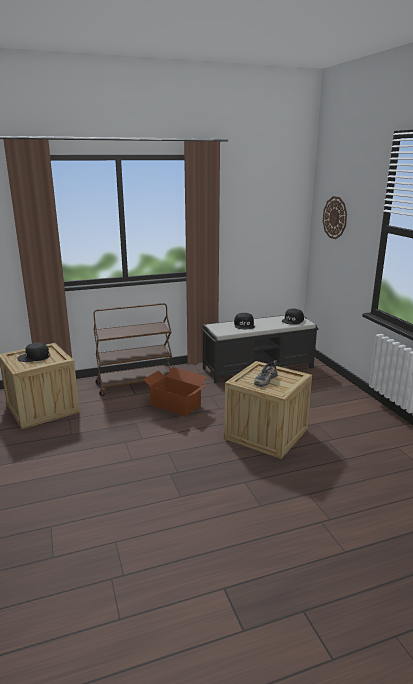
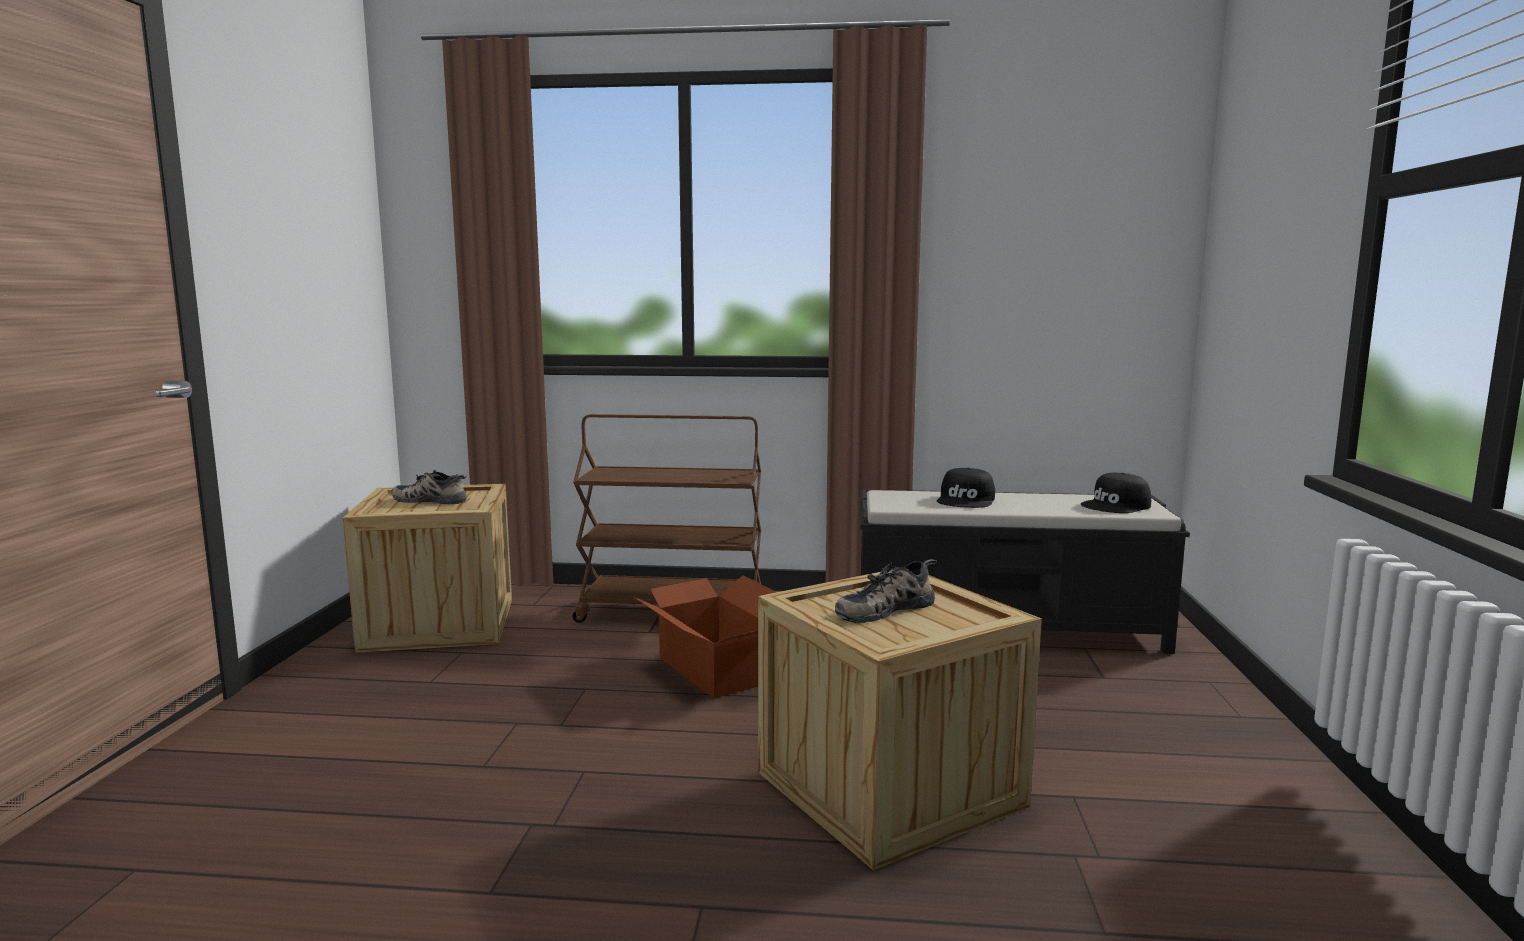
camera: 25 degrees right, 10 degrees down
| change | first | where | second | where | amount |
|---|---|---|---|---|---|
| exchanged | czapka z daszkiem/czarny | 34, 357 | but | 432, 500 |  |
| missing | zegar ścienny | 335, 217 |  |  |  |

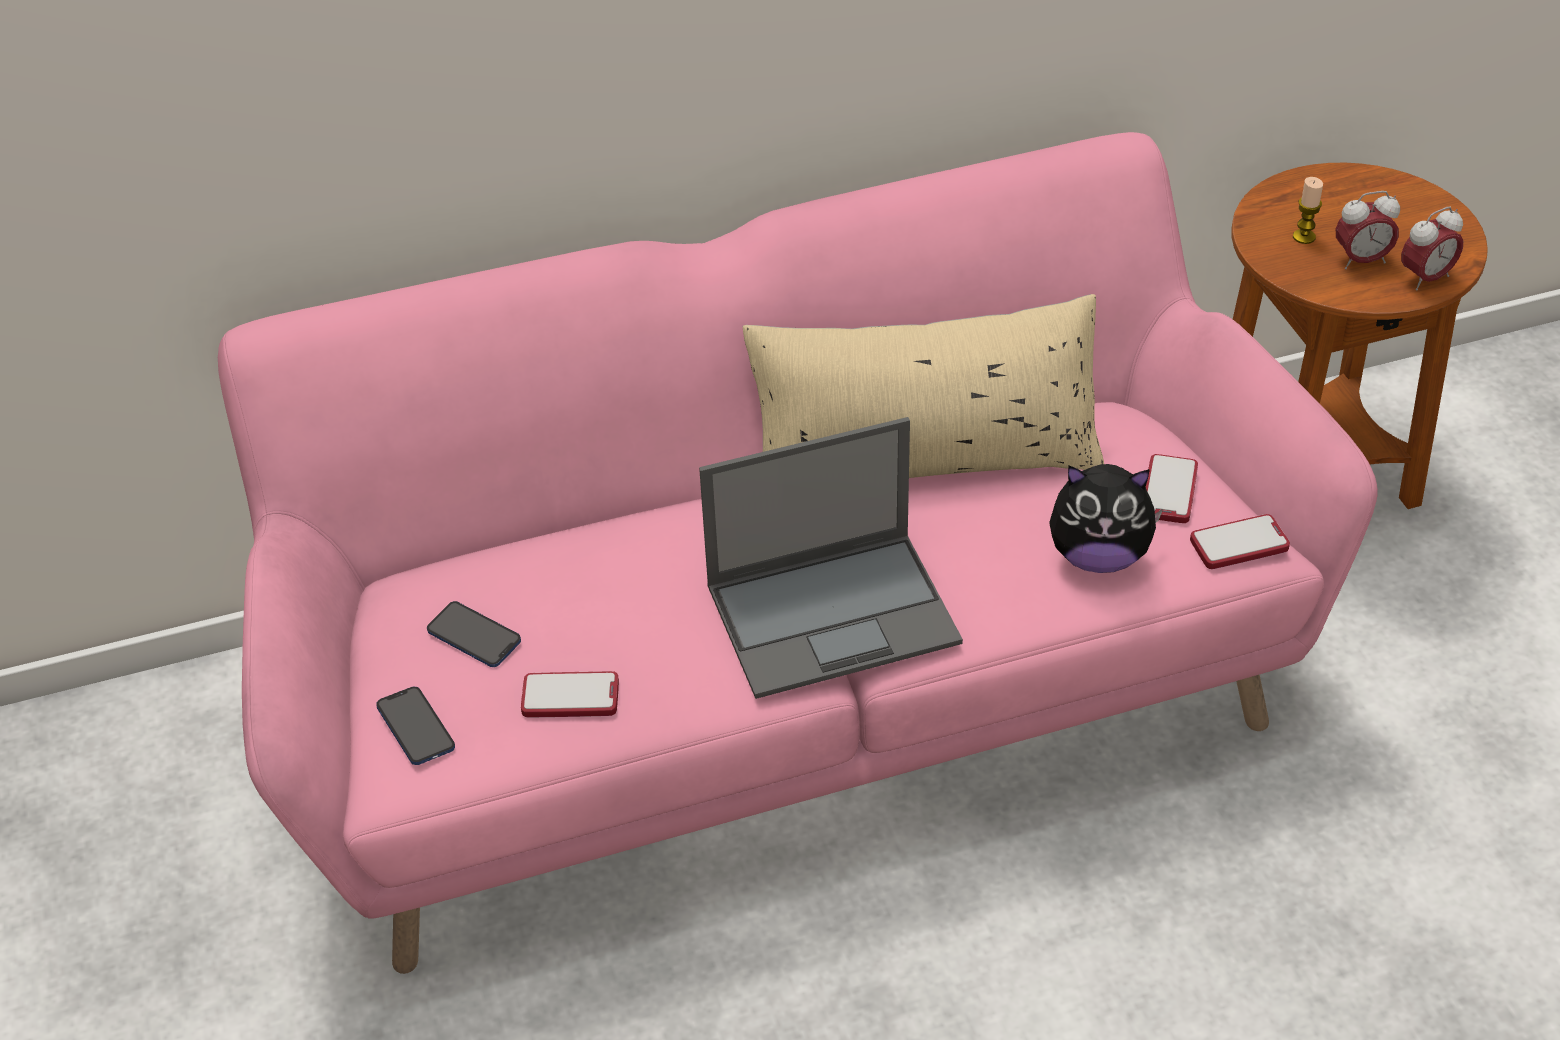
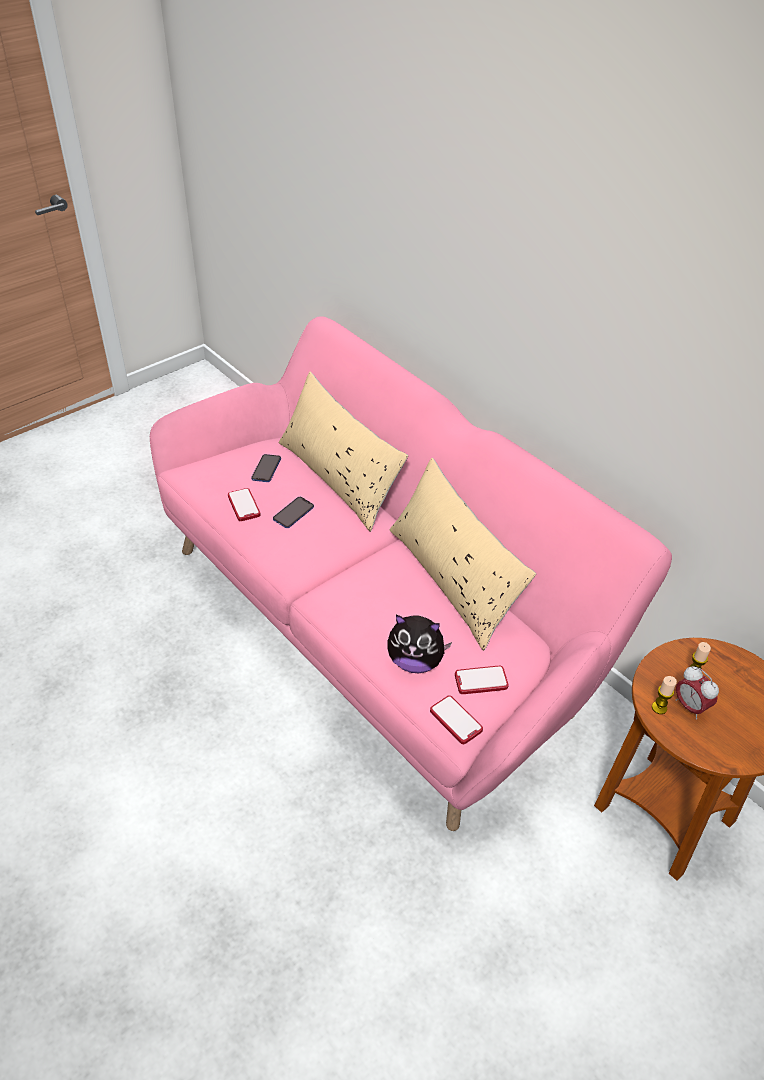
camera: 65 degrees right, 0 degrees up
| change | first | where | second | where | amount |
|---|---|---|---|---|---|
| relocated | telefon | 416, 727 |  | 293, 513 |  |
| appeared |  |  | poduszka/beżowy | 339, 477 |  |
| spun | pluszak | 1098, 556 |  | 415, 661 | 60 degrees counterclockwise |
| appeared |  |  | świeca | 659, 708 |  |
| missing | laptop | 835, 613 |  |  |  |
| missing | budzik | 1425, 278 |  |  |  |

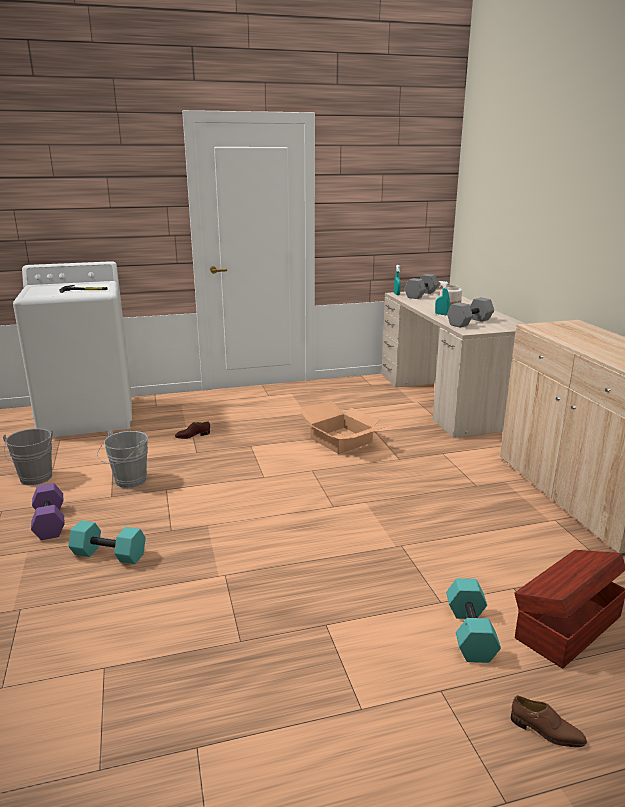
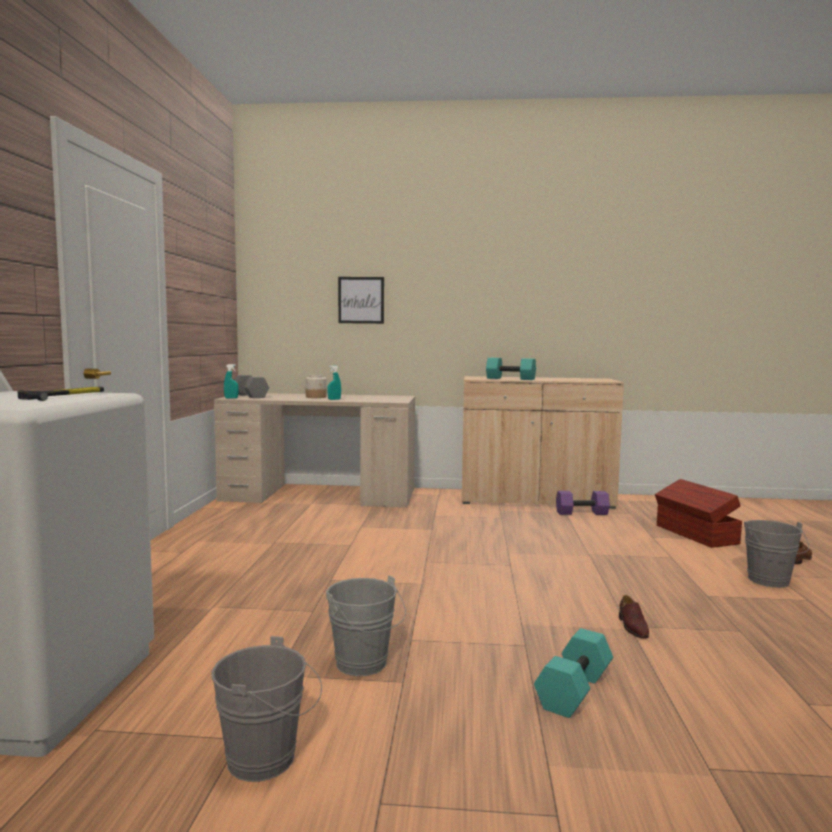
camera: 70 degrees left, 15 degrees down
| change | first | where | second | where | amount |
|---|---|---|---|---|---|
| appeared |  |  | obraz | 361, 300 |  |
| relocated | hantel/turkusowy | 468, 632 |  | 510, 379 |  |
| relocated | hantel/fioletowy | 51, 522 |  | 582, 513 |  |
| relocated | but/brązowy | 192, 435 |  | 632, 627 |  |
| appeared |  |  | wiadro/szary | 771, 582 |  |
| missing | karton | 342, 440 |  |  |  |
| missing | hantel/szary | 470, 322 |  |  |  |

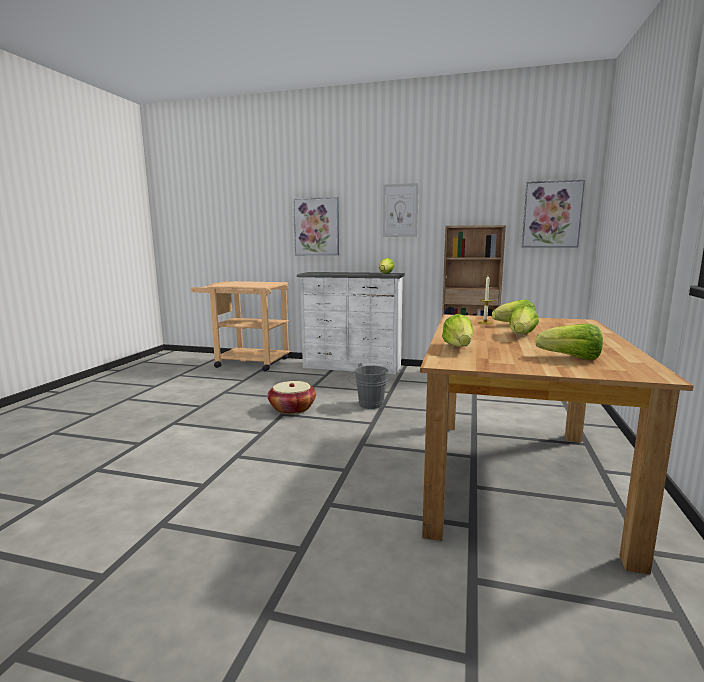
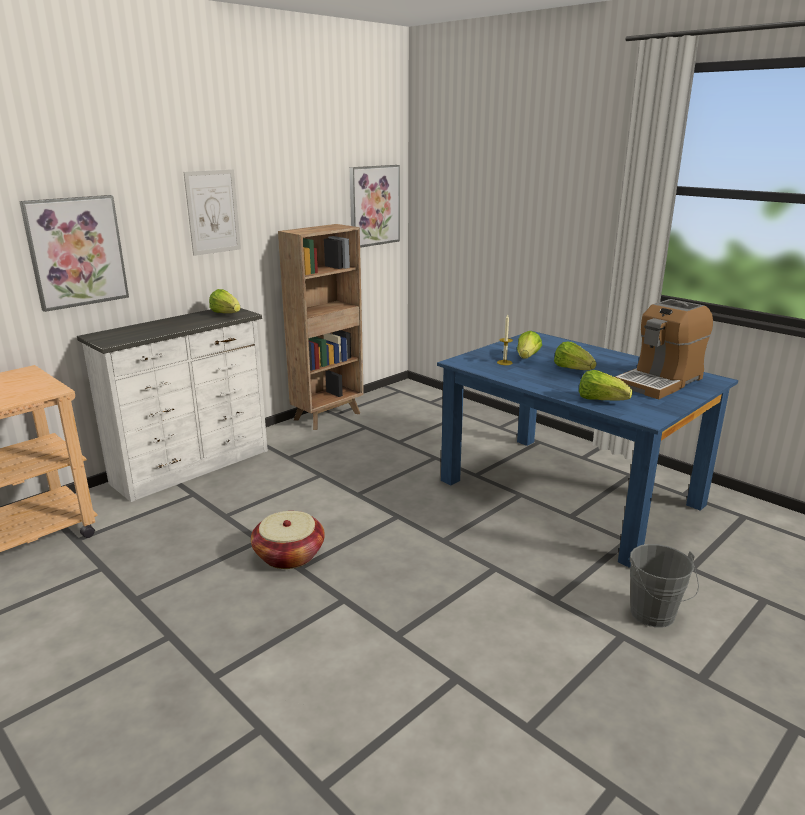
camera: 60 degrees left, 10 degrees up
| change | first | where | second | where | amount |
|---|---|---|---|---|---|
| colour | stół jadalny/brązowy | 518, 478 | stół jadalny/niebieski | 571, 492 |  |
| exchanged | sałata | 571, 358 | ekspres do kawy | 659, 382 |  |
| relocated | wiadro/szary | 369, 405 |  | 654, 616 |  |

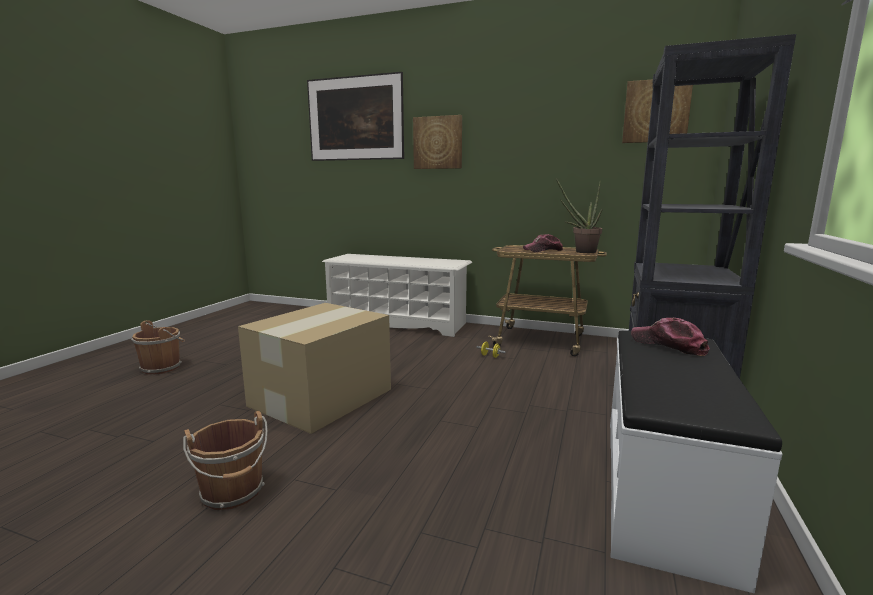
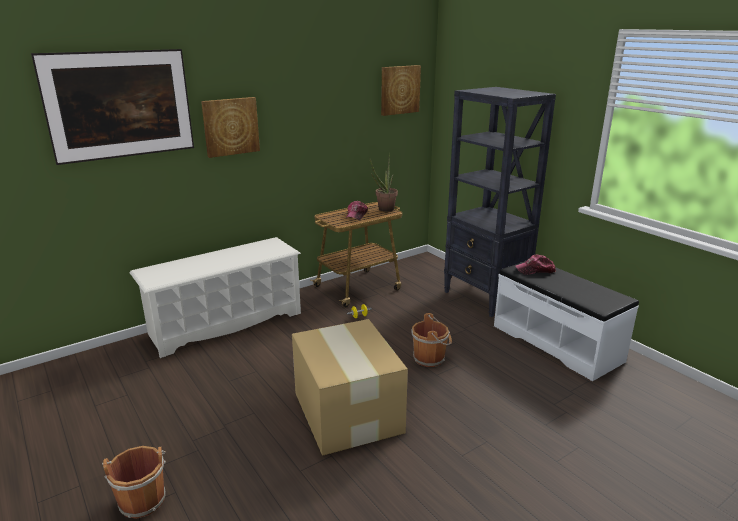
camera: 55 degrees left, 10 degrees up
| change | first | where | second | where | amount |
|---|---|---|---|---|---|
| relocated | wiadro/brązowy | 233, 493 |  | 430, 358 |  |

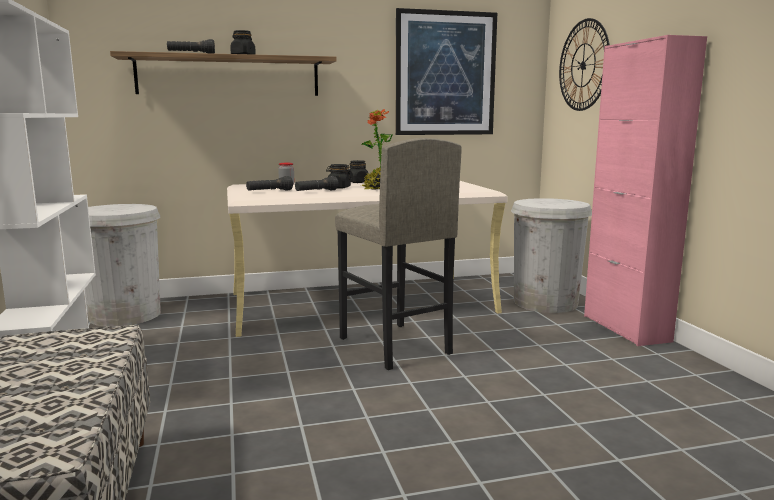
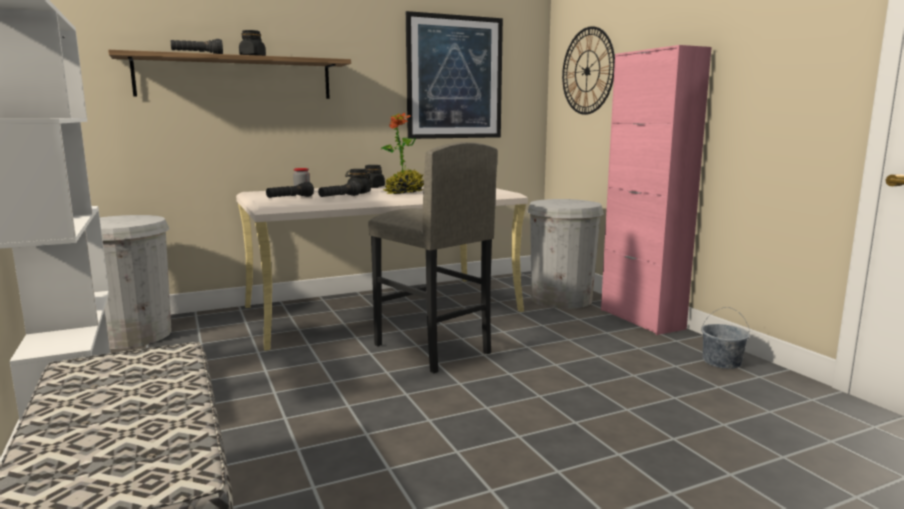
camera: 10 degrees left, 0 degrees up
| change | first | where | second | where | amount |
|---|---|---|---|---|---|
| appeared |  |  | wiadro/szary | 721, 362 |  |

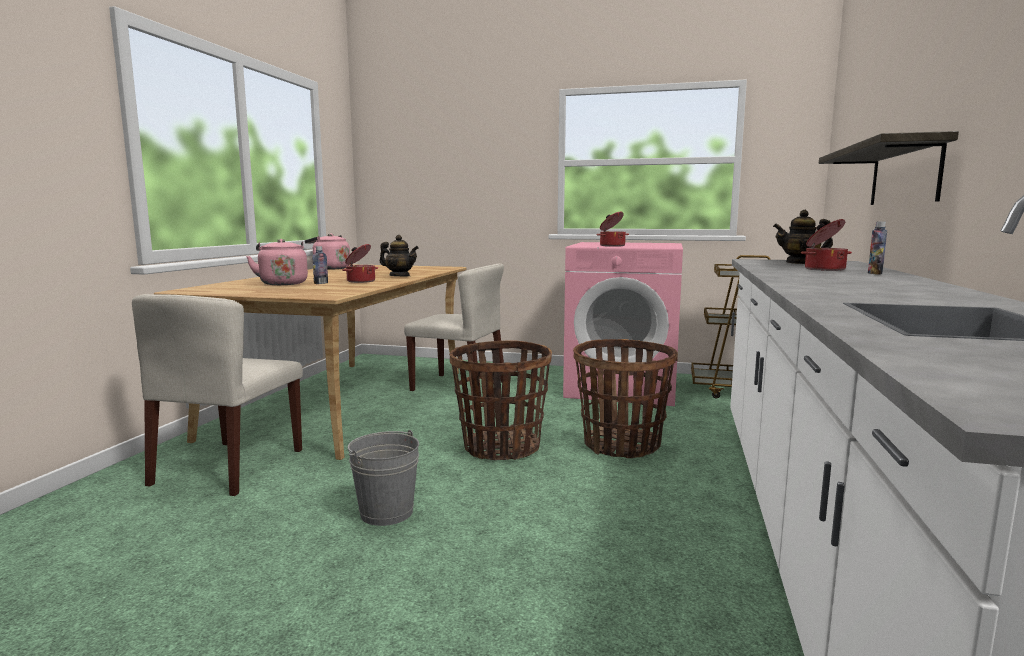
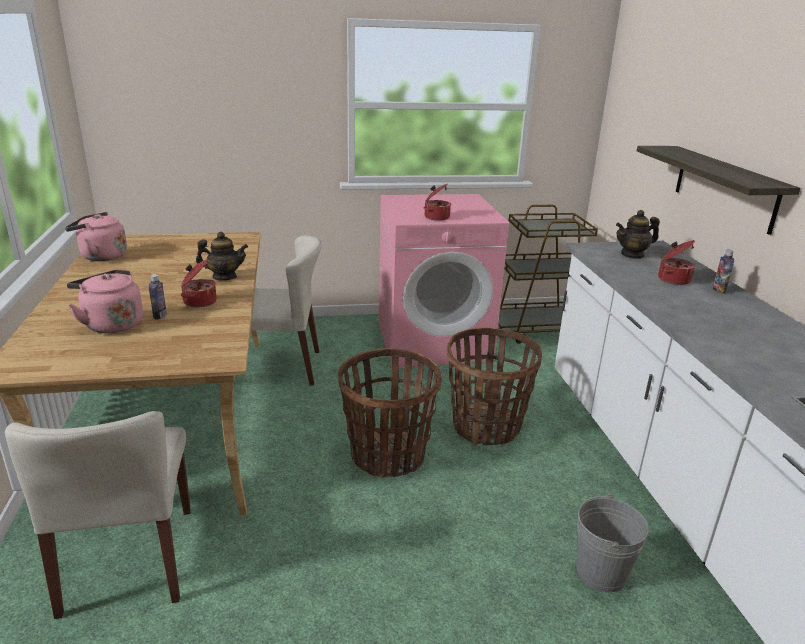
camera: 25 degrees left, 15 degrees up
| change | first | where | second | where | amount |
|---|---|---|---|---|---|
| relocated | wiadro/szary | 386, 512 |  | 601, 572 |  |

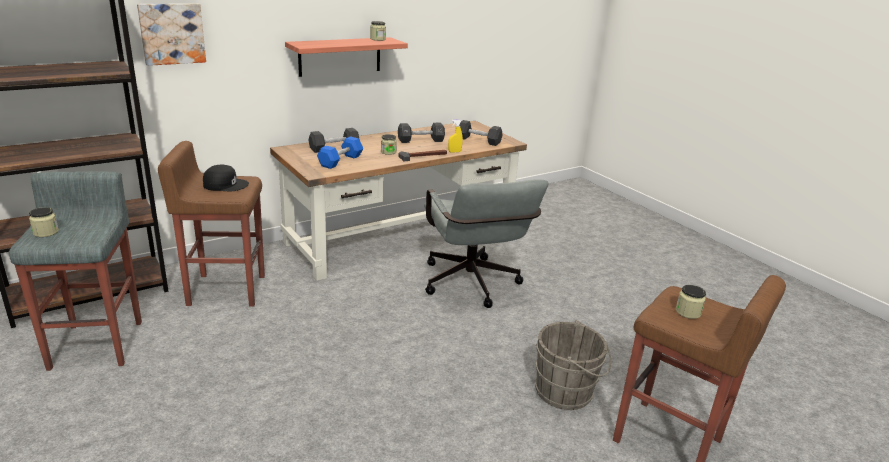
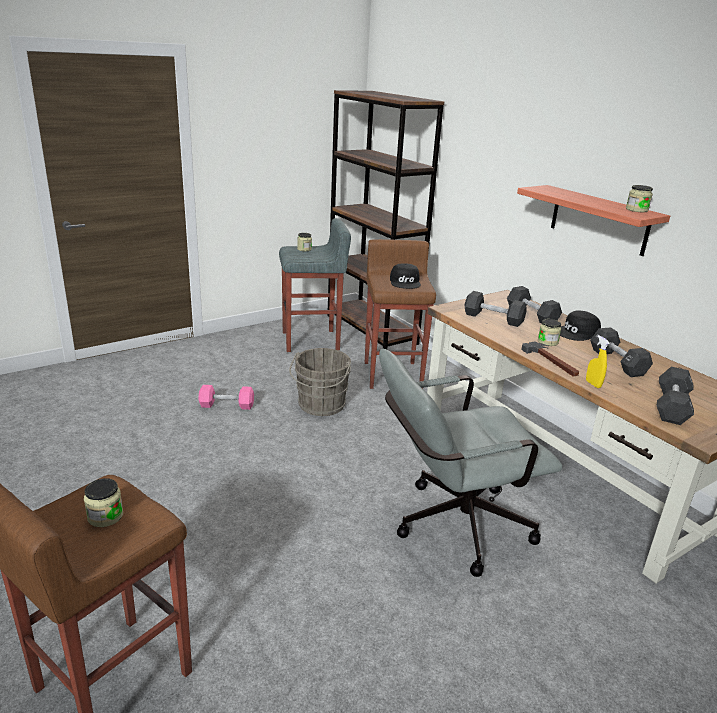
camera: 90 degrees right, 0 degrees up
| change | first | where | second | where | amount |
|---|---|---|---|---|---|
| appeared |  |  | hantel/różowy | 227, 405 |  |
| relocated | wiadro/szary | 567, 392 |  | 320, 406 |  |
| colour | hantel/niebieski | 340, 161 | hantel/czarny | 493, 318 |  |
| appeared |  |  | czapka z daszkiem/czarny | 577, 333 |  |
| missing | obraz | 172, 33 |  |  |  |

